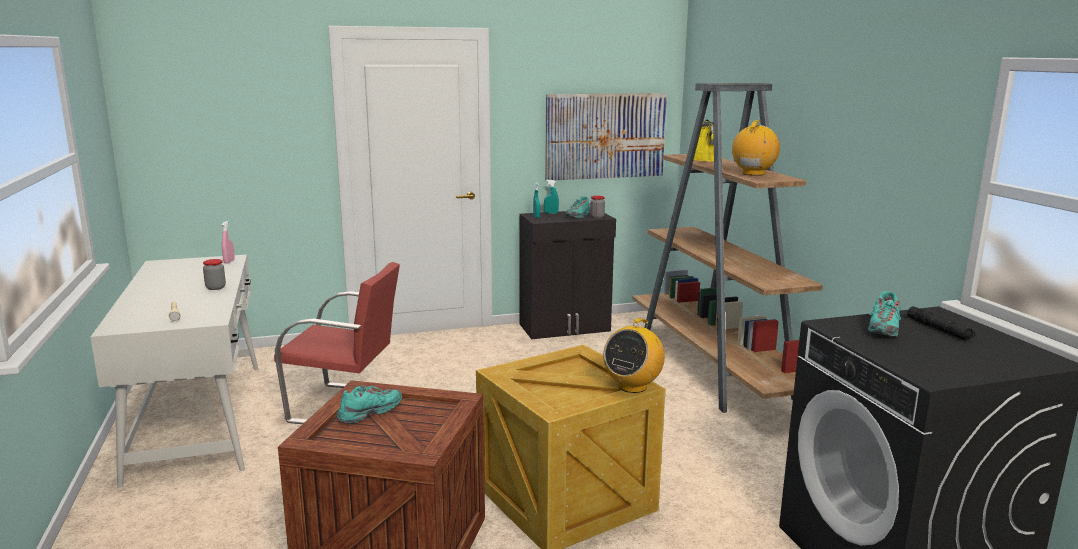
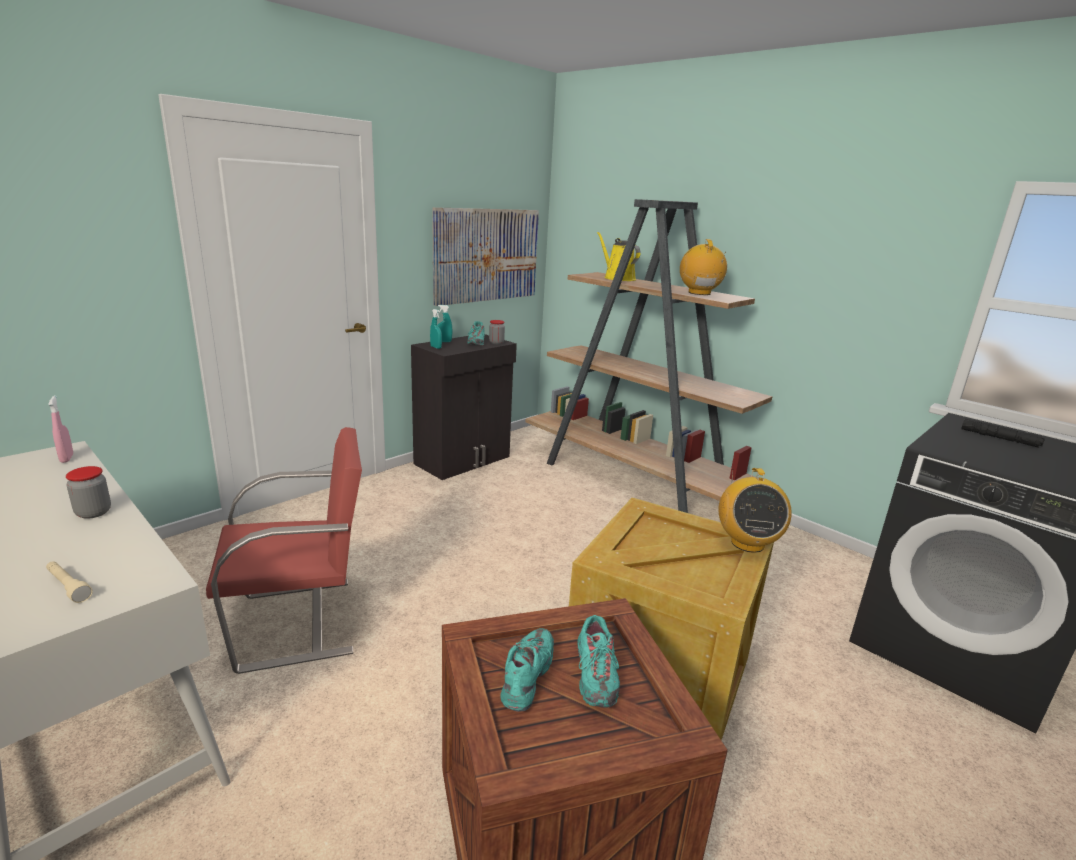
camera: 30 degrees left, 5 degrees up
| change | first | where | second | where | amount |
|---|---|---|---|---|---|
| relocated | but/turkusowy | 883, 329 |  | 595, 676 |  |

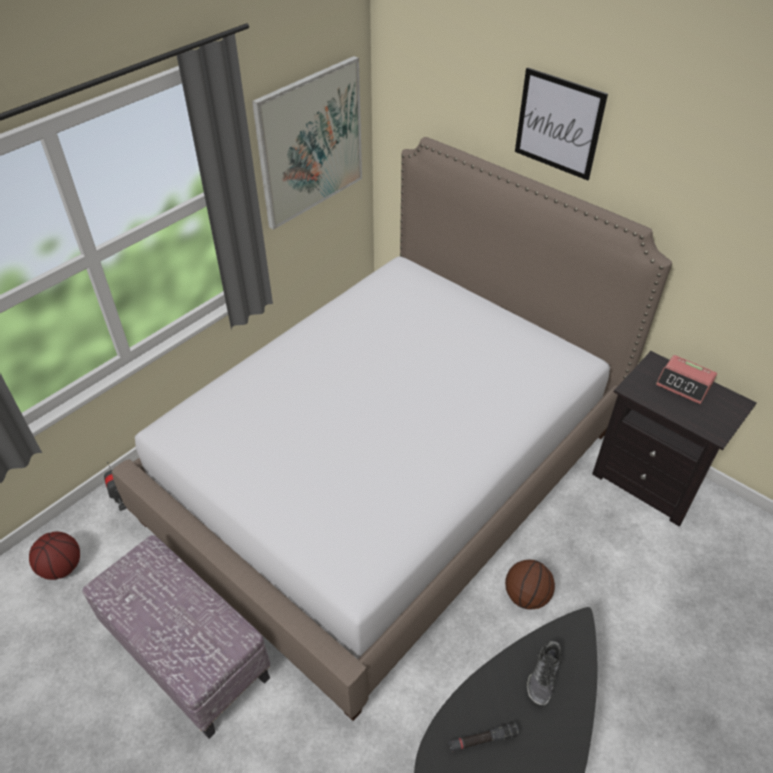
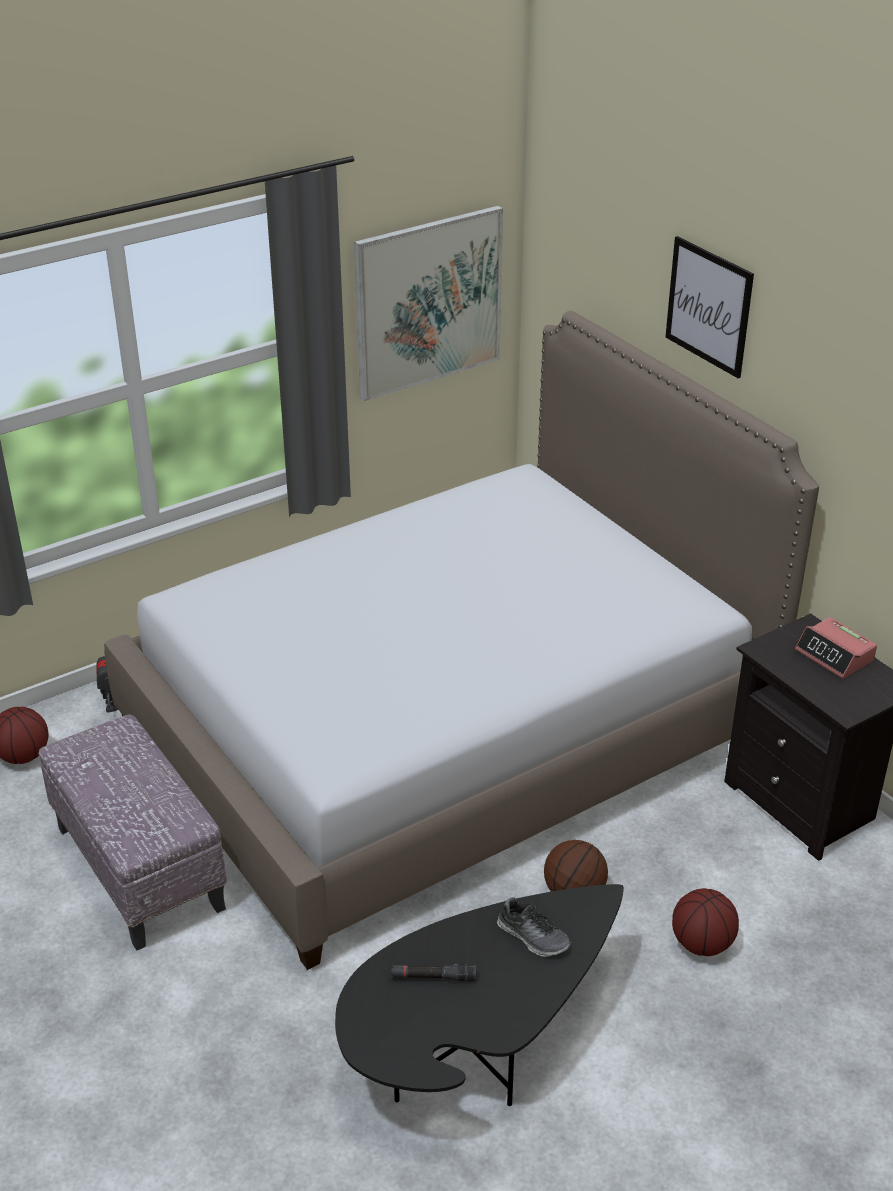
camera: 15 degrees right, 10 degrees down
| change | first | where | second | where | amount |
|---|---|---|---|---|---|
| spun | but | 544, 676 |  | 533, 937 | 90 degrees counterclockwise |
| appeared |  |  | piłka do koszykówki | 702, 944 |  |

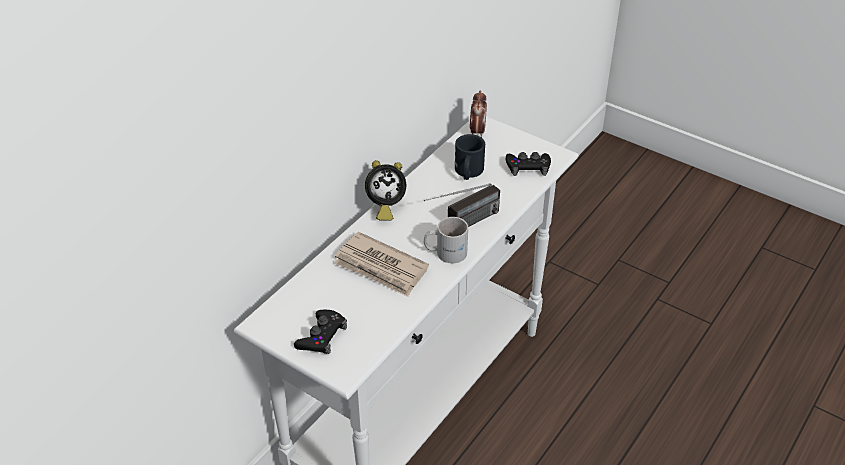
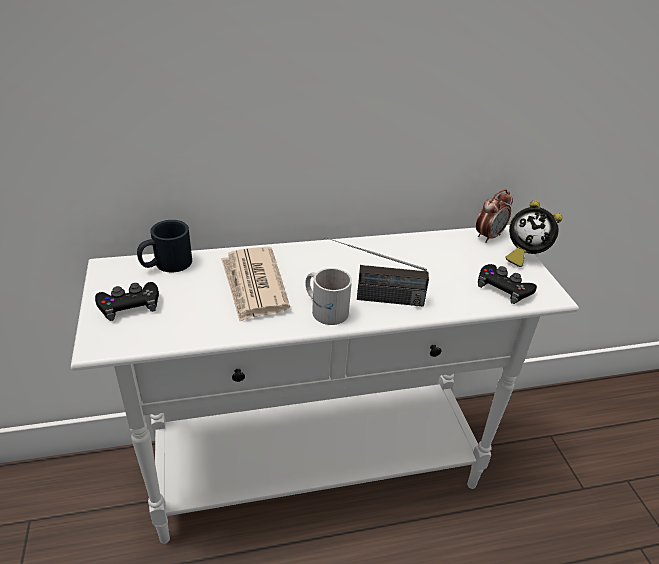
camera: 40 degrees right, 5 degrees down
| change | first | where | second | where | amount |
|---|---|---|---|---|---|
| relocated | kubek/czarny | 468, 172 |  | 166, 264 |  |
| relocated | budzik | 384, 207 |  | 523, 255 |  |

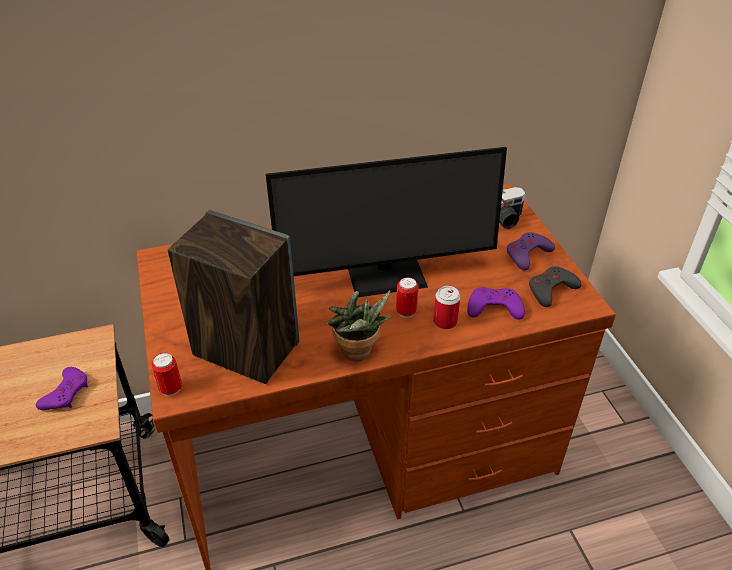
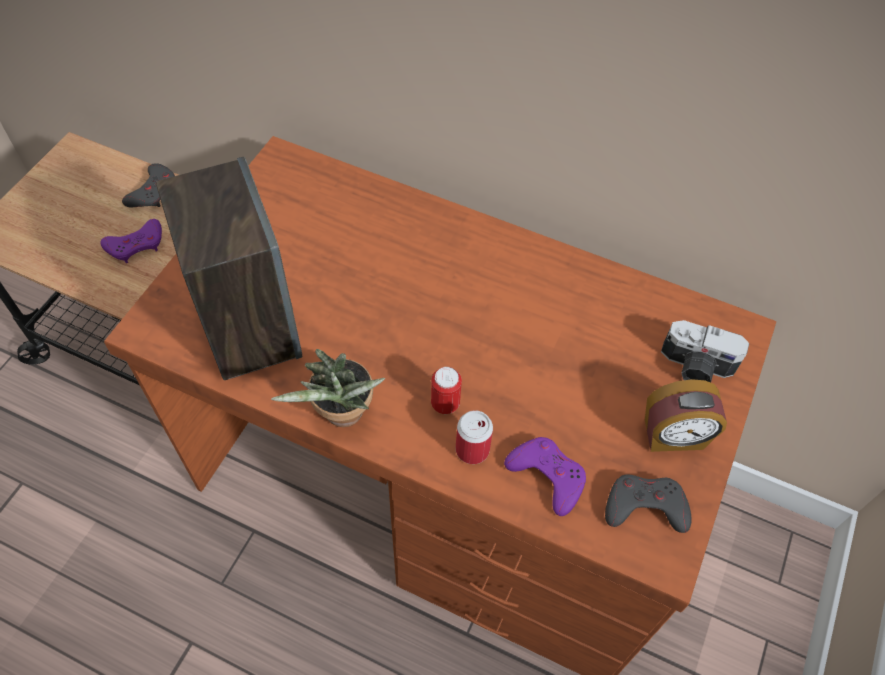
camera: 40 degrees right, 15 degrees up
| change | first | where | second | where | amount |
|---|---|---|---|---|---|
| appeared |  |  | pad do gier/szary | 153, 191 |  |
| exchanged | pad do gier/fioletowy | 527, 254 | budzik | 674, 436 |  |
| missing | puszka | 171, 389 |  |  |  |
| missing | monitor | 384, 270 |  |  |  |

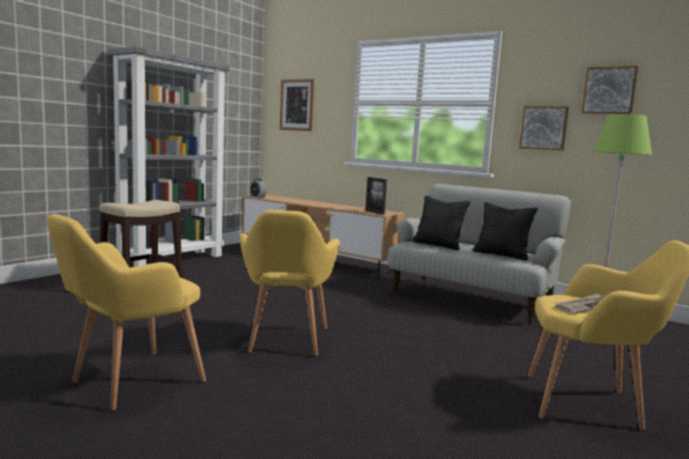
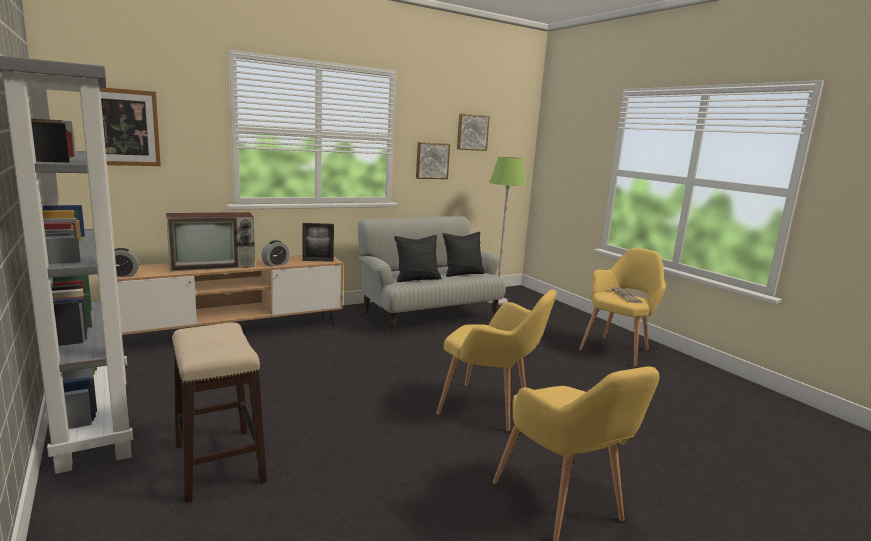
camera: 65 degrees left, 5 degrees up
| change | first | where | second | where | amount |
|---|---|---|---|---|---|
| appeared |  |  | telewizor | 214, 265 |  |
| appeared |  |  | budzik | 275, 264 |  |

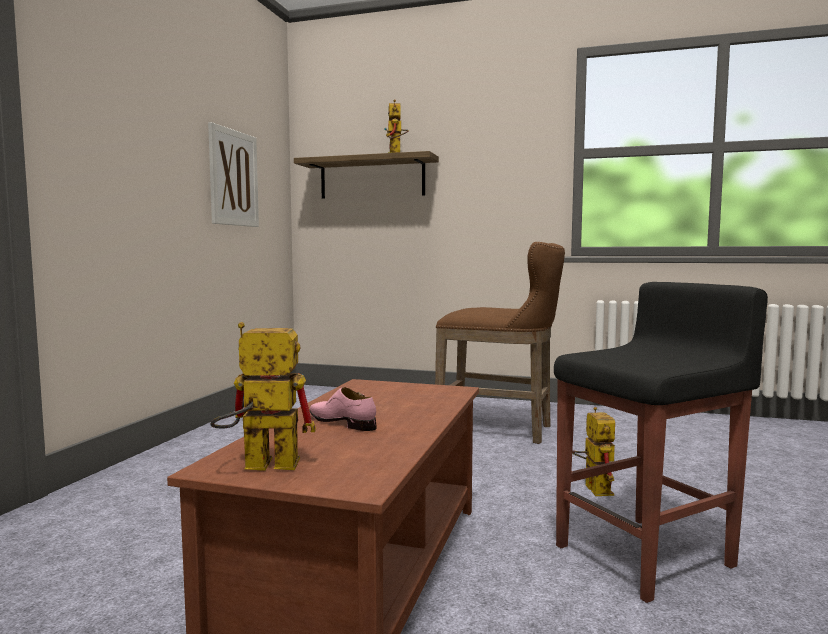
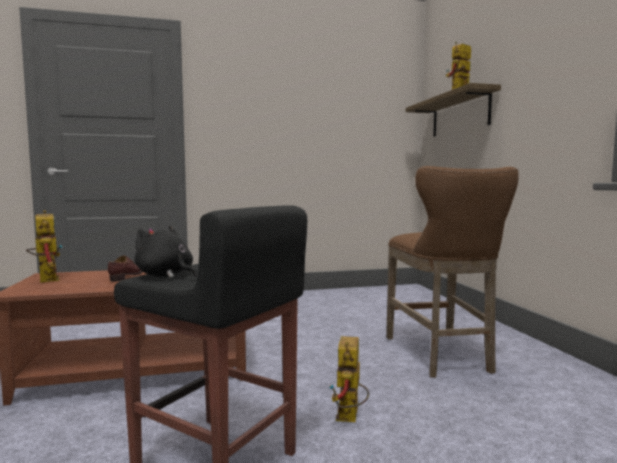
camera: 60 degrees right, 0 degrees up
| change | first | where | second | where | amount |
|---|---|---|---|---|---|
| colour | but/różowy | 342, 422 | but/brązowy | 128, 276 |  |
| appeared |  |  | pluszak/czarny | 166, 275 |  |
| spun | robot zabawkowy | 593, 487 |  | 349, 418 | 135 degrees clockwise |
| missing | obraz | 233, 178 |  |  |  |

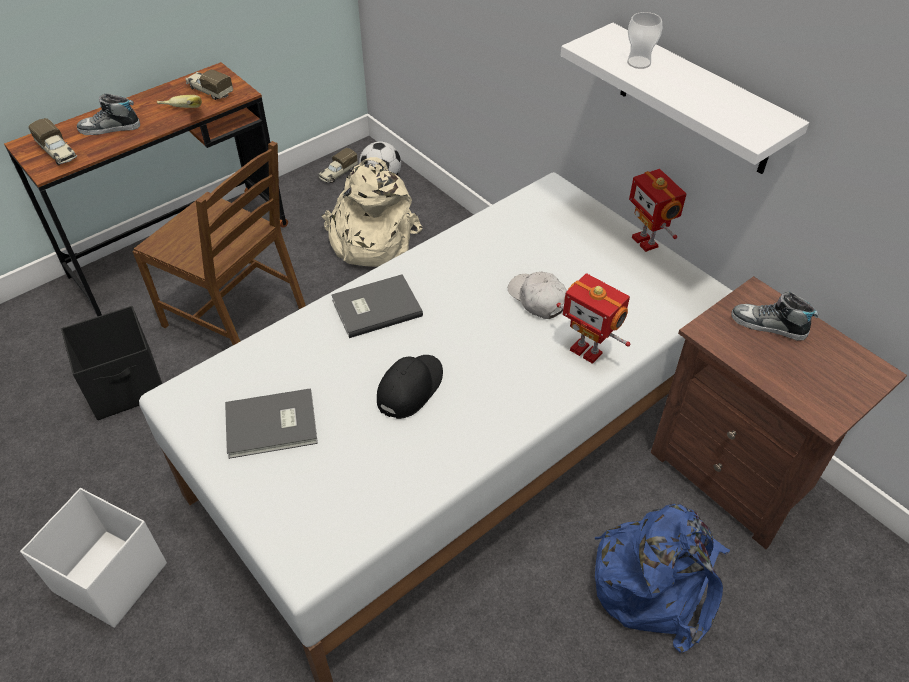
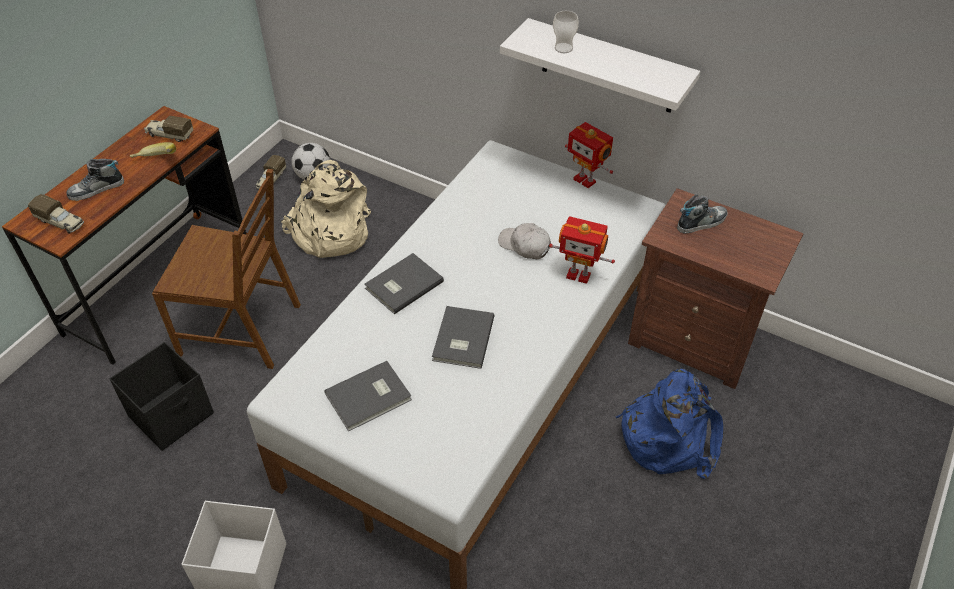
camera: 20 degrees left, 0 degrees up
| change | first | where | second | where | amount |
|---|---|---|---|---|---|
| exchanged | czapka z daszkiem/czarny | 410, 388 | książka/szary | 461, 339 |  |
| spun | but | 768, 326 |  | 701, 222 | 150 degrees clockwise |

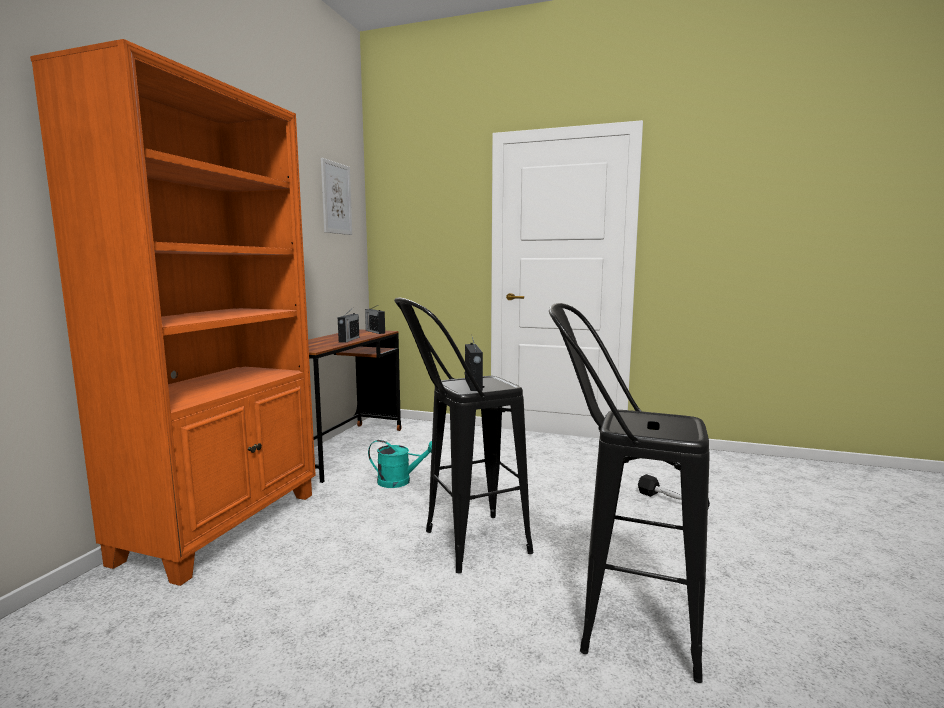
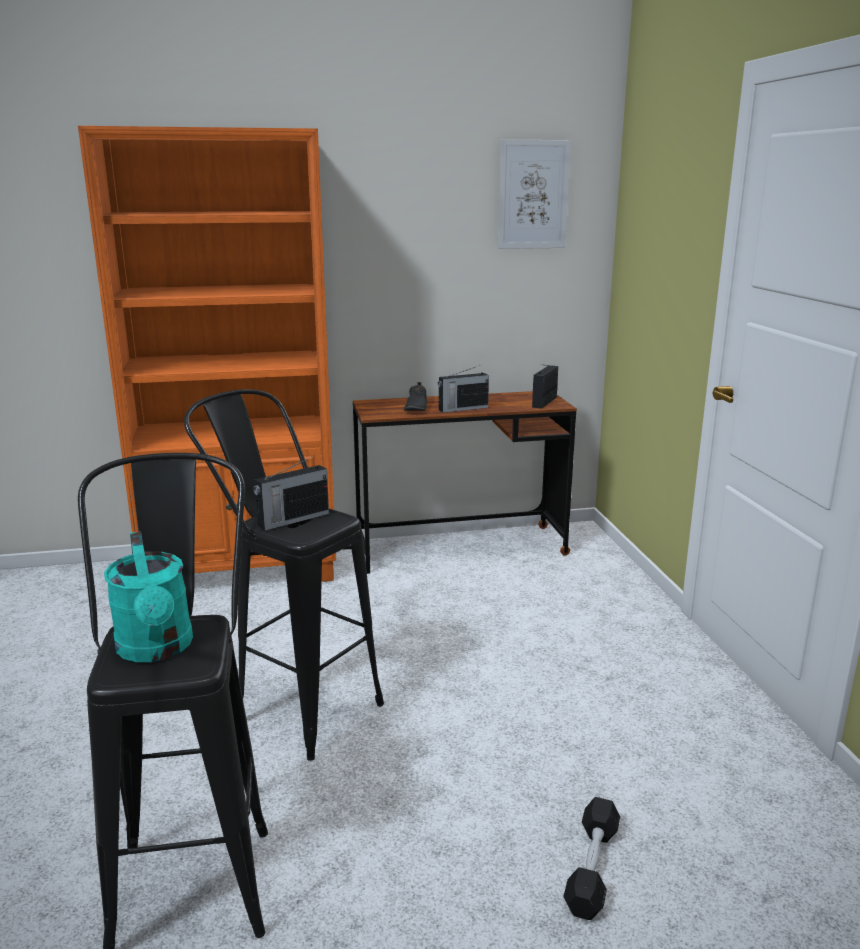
camera: 60 degrees right, 10 degrees up
| change | first | where | second | where | amount |
|---|---|---|---|---|---|
| relocated | konewka/turkusowy | 400, 481 |  | 157, 649 |  |
| appeared |  |  | but/czarny | 416, 408 |  |

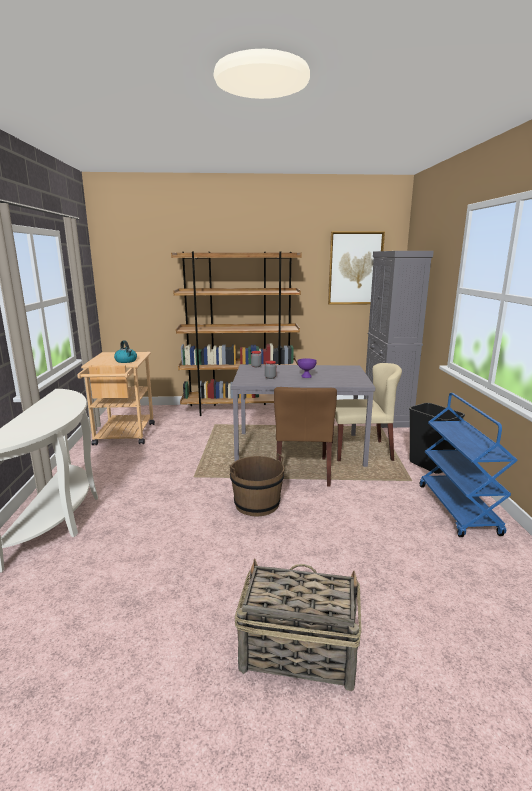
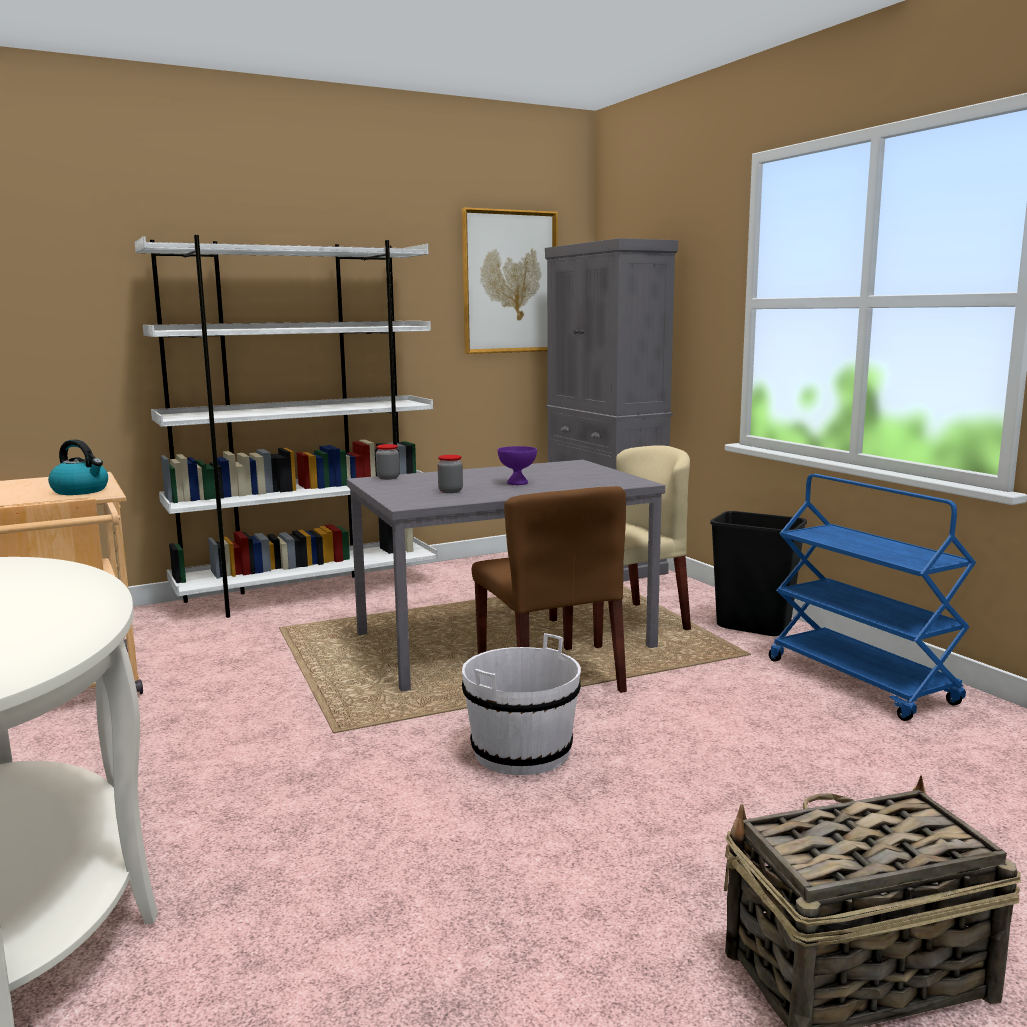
camera: 25 degrees left, 5 degrees down
| change | first | where | second | where | amount |
|---|---|---|---|---|---|
| colour | regał/brązowy | 240, 409 | regał/biały | 309, 593 |  |
| colour | wiadro/brązowy | 257, 504 | wiadro/biały | 521, 751 |  |

